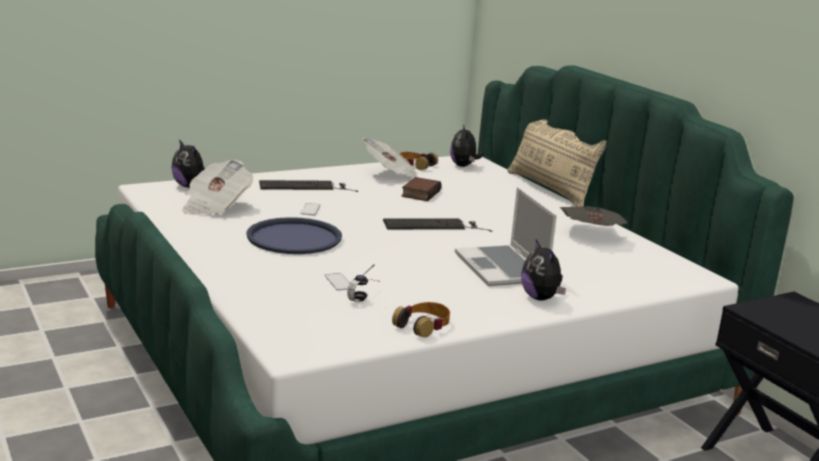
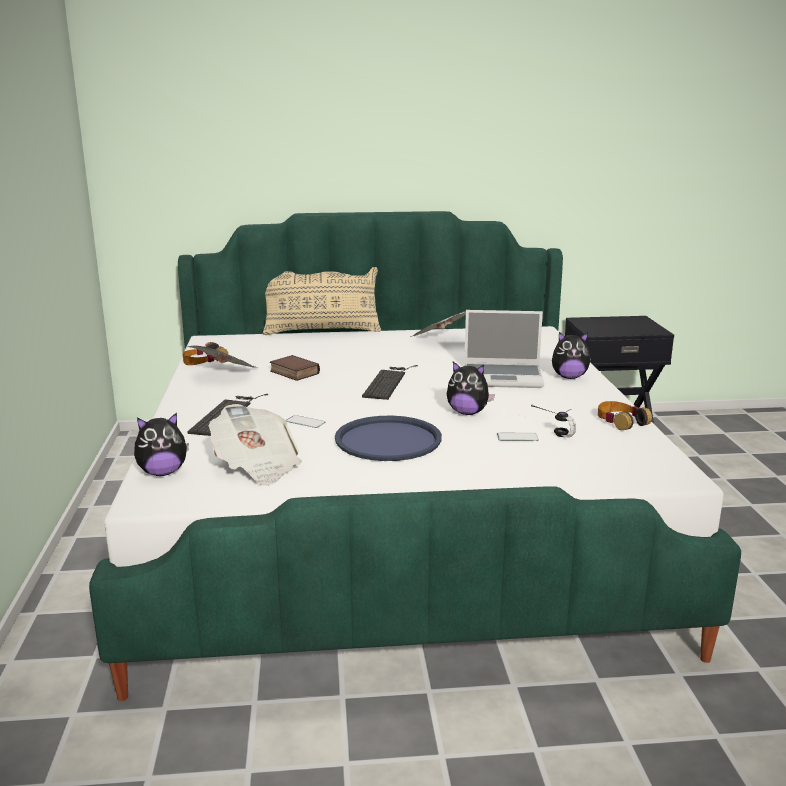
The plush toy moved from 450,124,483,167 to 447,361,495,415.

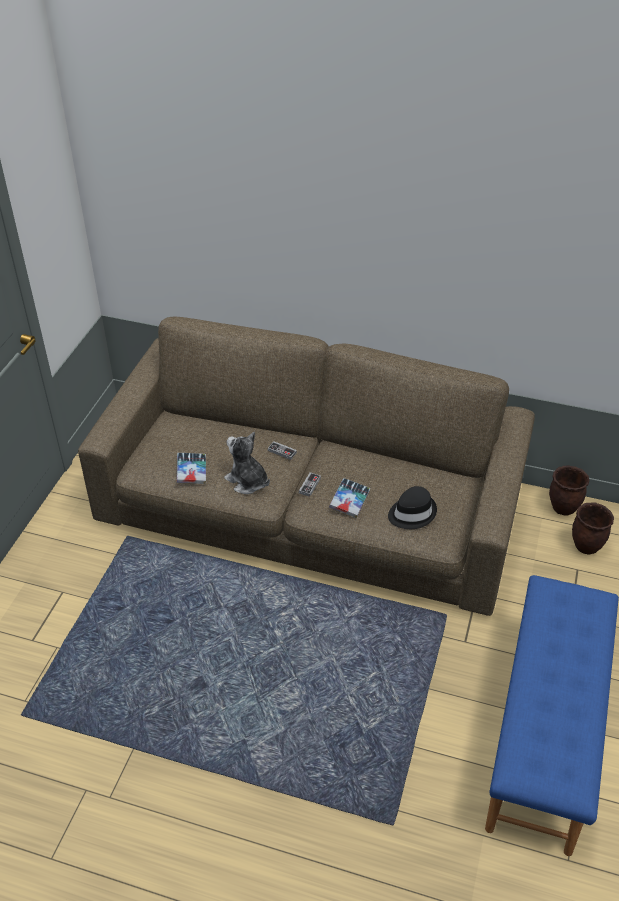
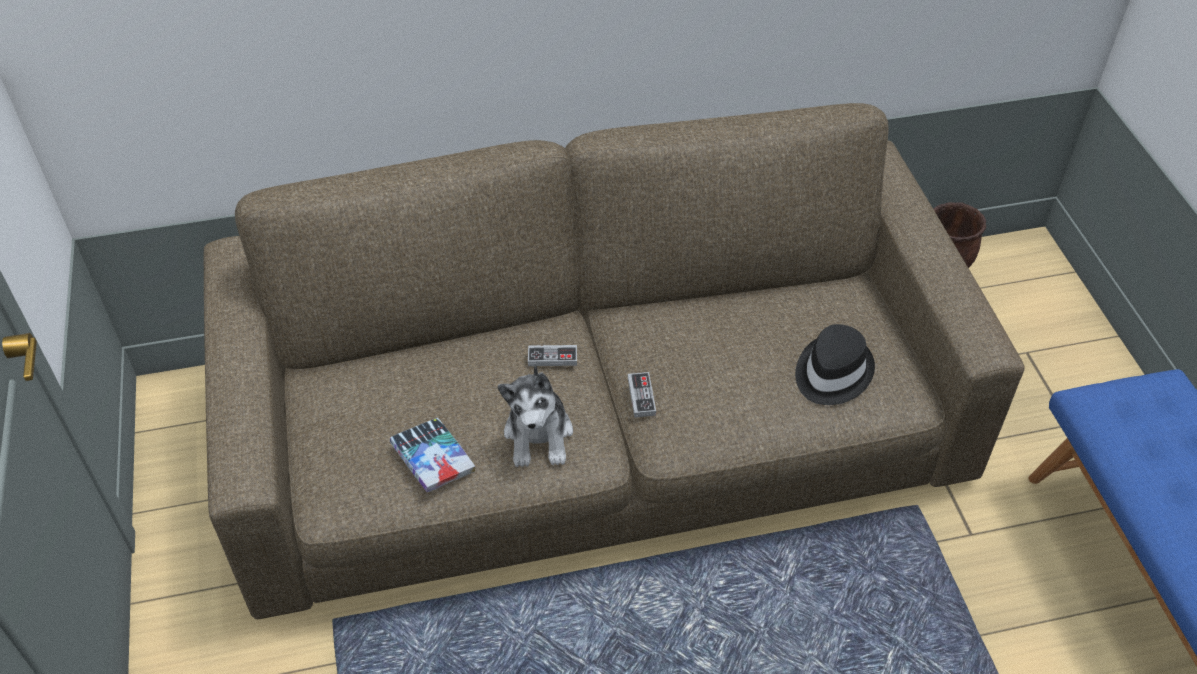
The plush toy at 224,432,270,494 turned 105 degrees counterclockwise.
The bound book at 329,478,370,518 disappeared.
The brownish flower pot at 572,502,614,555 disappeared.

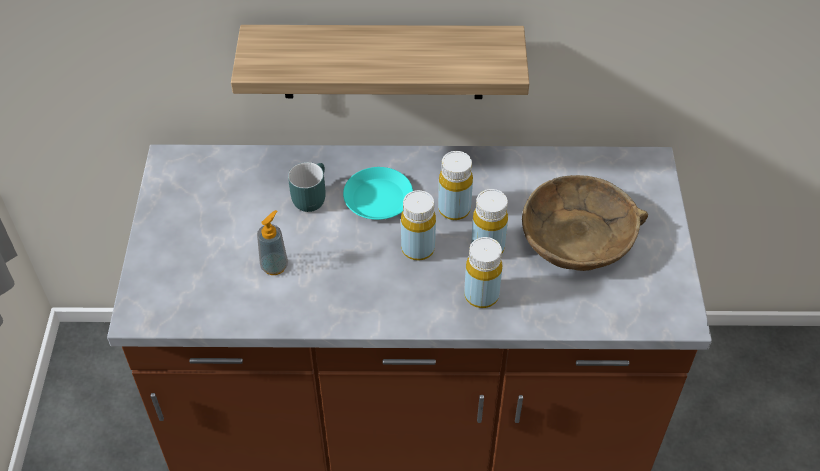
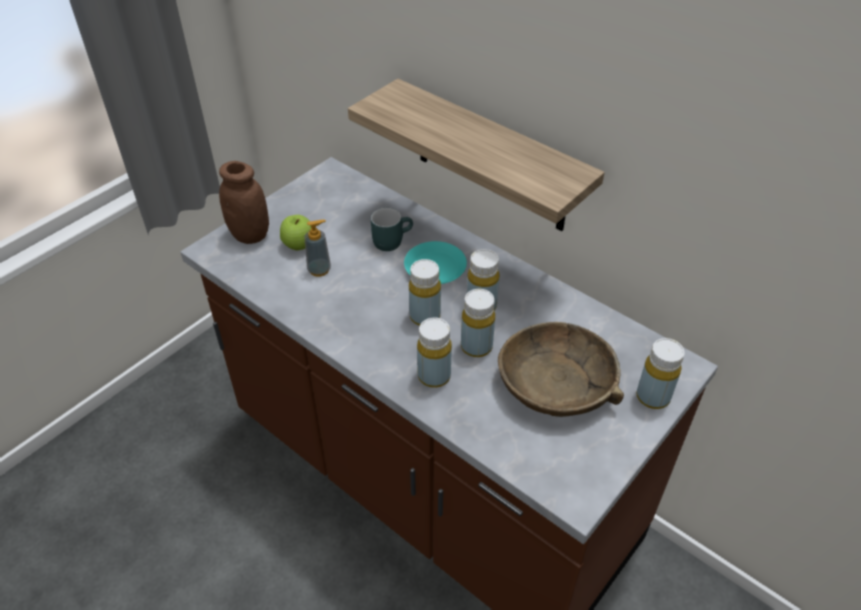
The brownish jar at 219,161,269,244 appeared.
The apple fruit at 280,215,311,250 appeared.
The yellowish beverage bottle at 636,338,685,409 appeared.

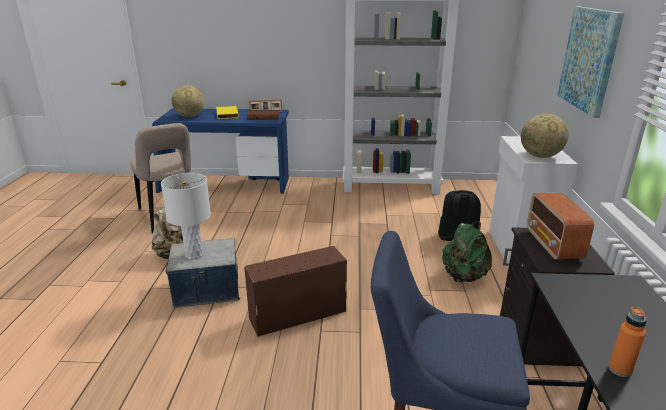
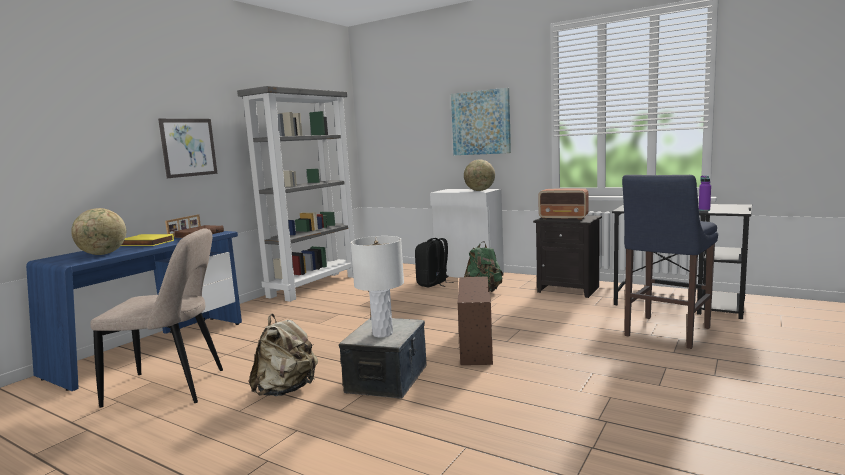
The orange beverage bottle at 608,307,647,377 became the purple-coloured beverage bottle at 699,176,711,211.
The picture at 158,119,218,178 appeared.

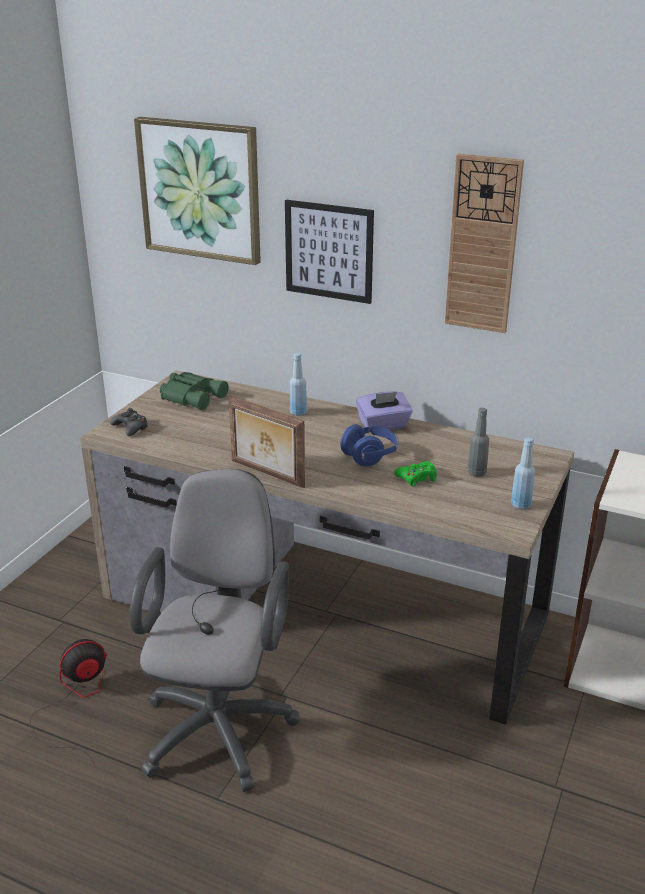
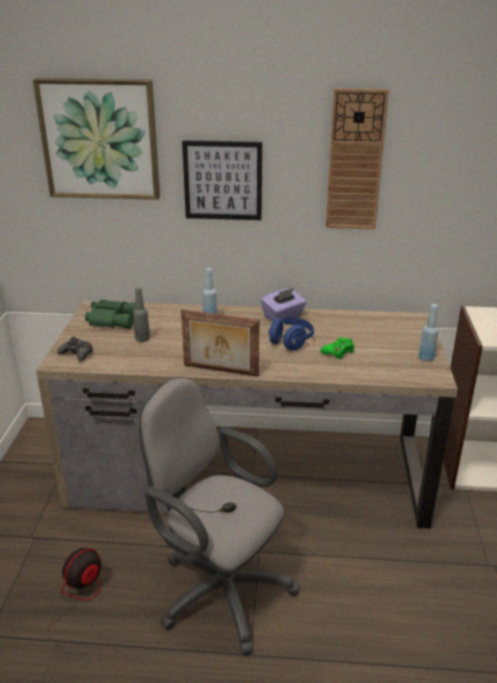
The grey beverage bottle moved from 467,408,489,477 to 133,287,150,342.
The grey computer chair at 130,469,300,792 turned 45 degrees counterclockwise.

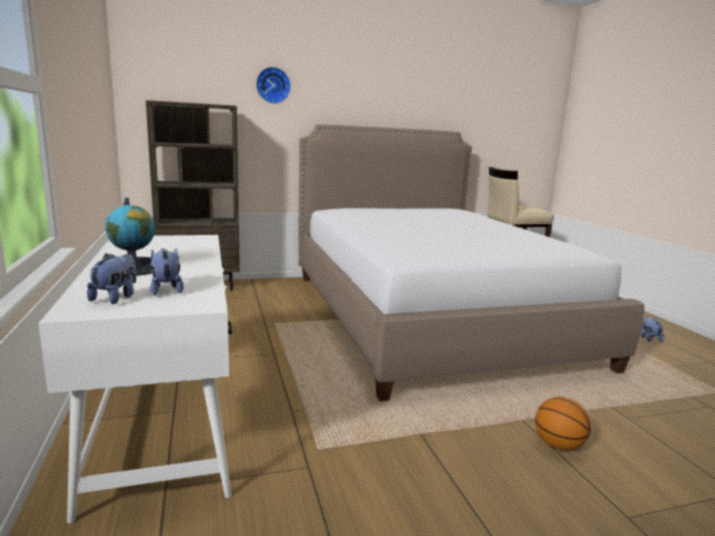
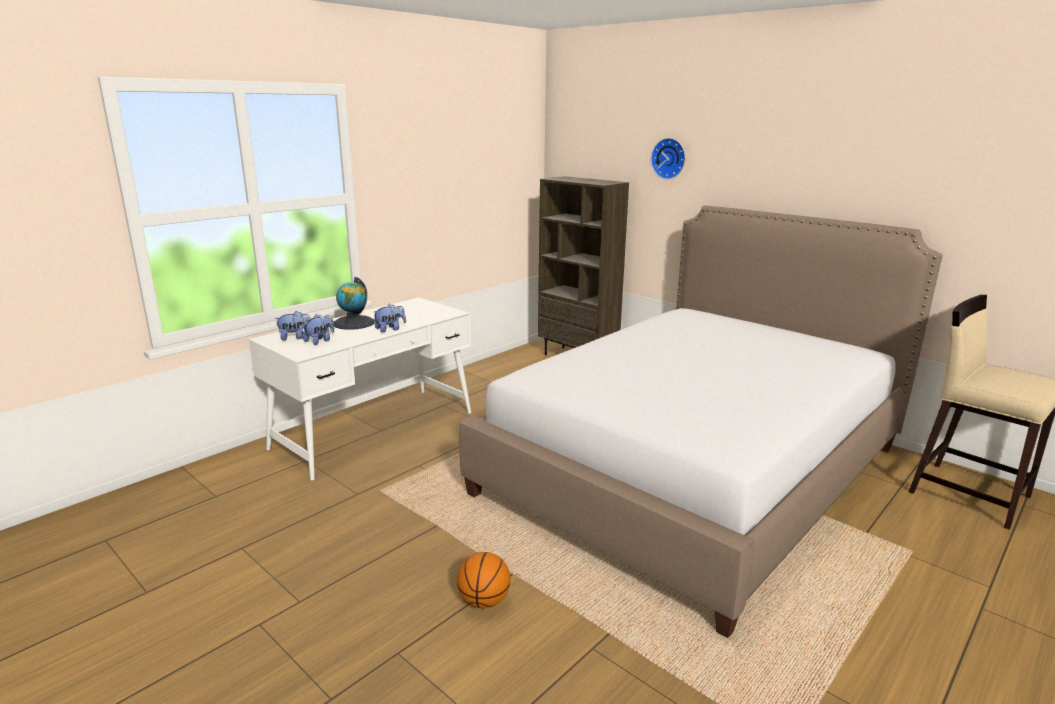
The plush toy moved from 641,317,664,342 to 374,304,406,332.

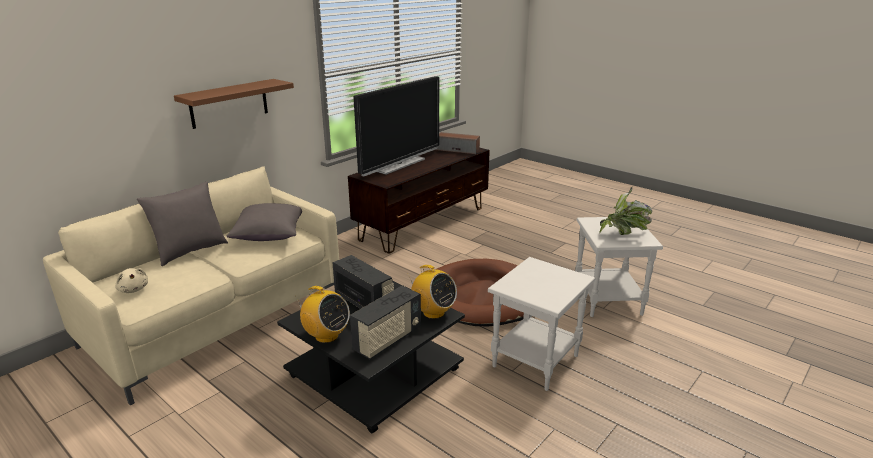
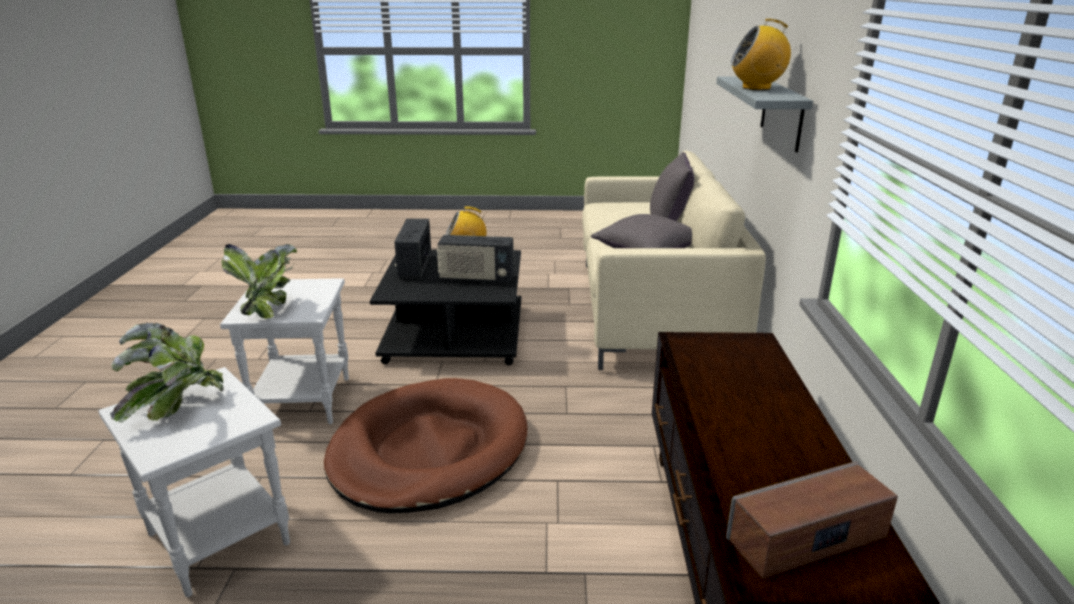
The TV set at 354,76,439,176 disappeared.
The brownish shelf at 174,79,294,129 became the grey shelf at 716,76,813,152.
The radio set moved from 408,265,457,319 to 731,19,791,90.
The beige-coloured plush toy at 115,268,148,293 disappeared.
The potted plant at 221,244,297,319 appeared.

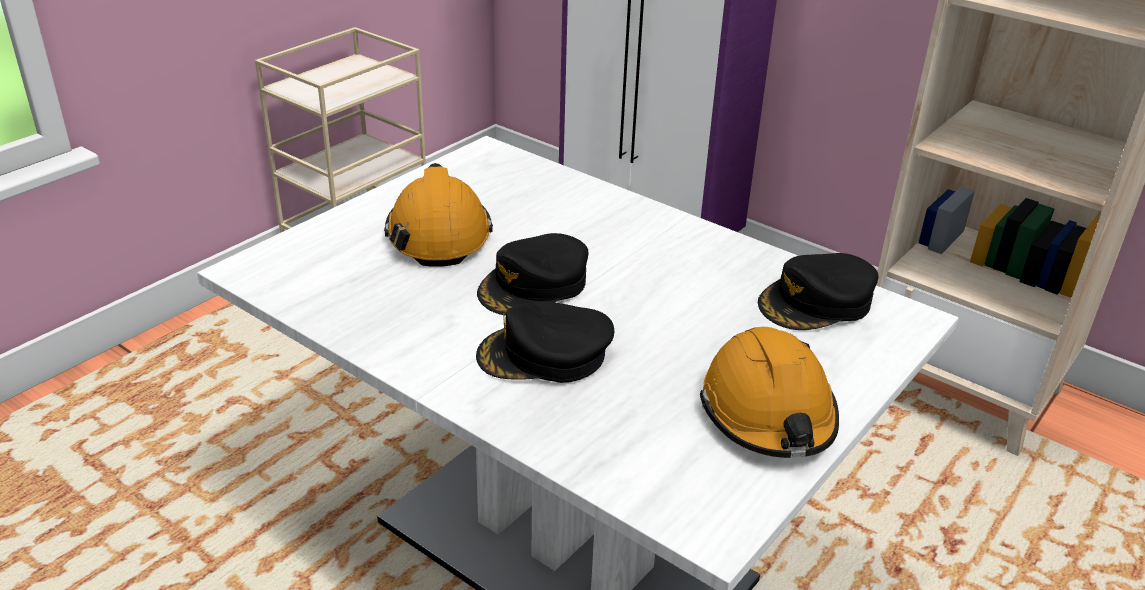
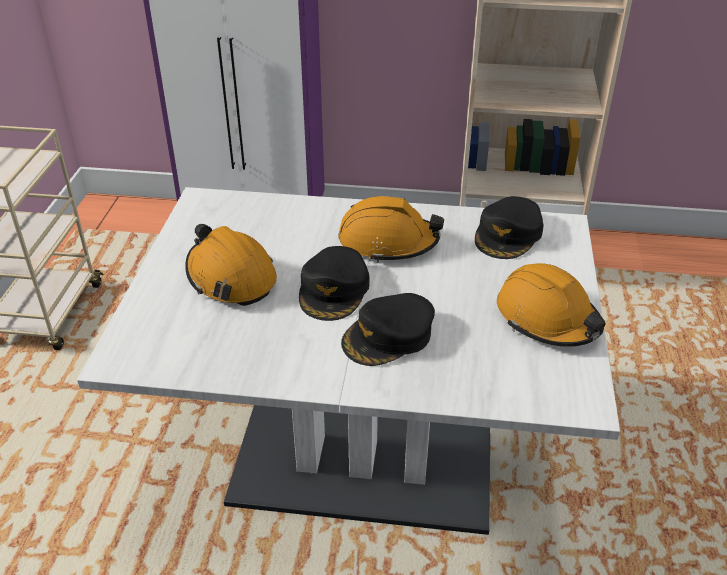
The orange hard hat at 338,196,444,263 appeared.

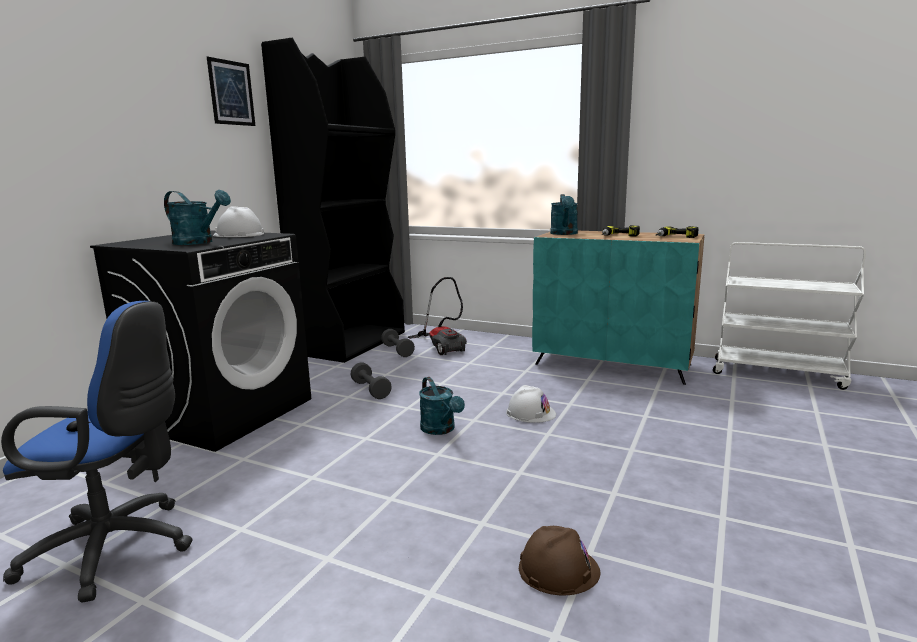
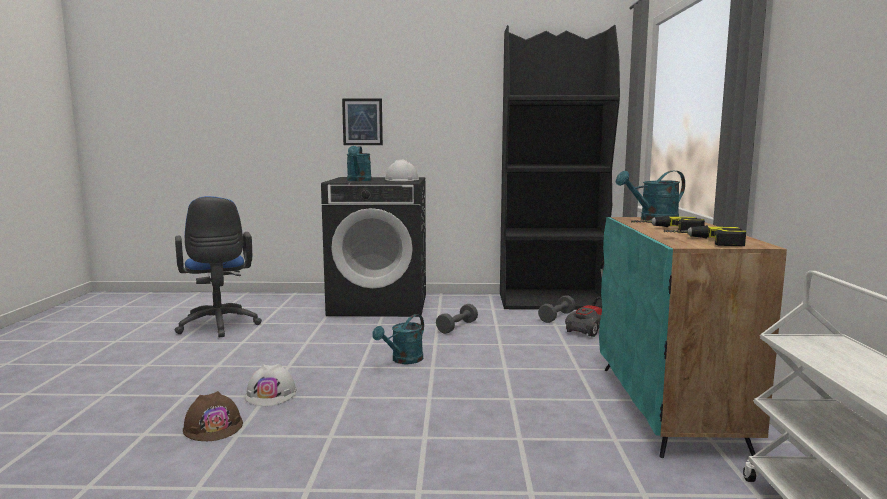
The picture moved from 207,57,255,126 to 342,99,383,145.
The white-coloured hard hat moved from 506,385,556,423 to 245,364,297,406.

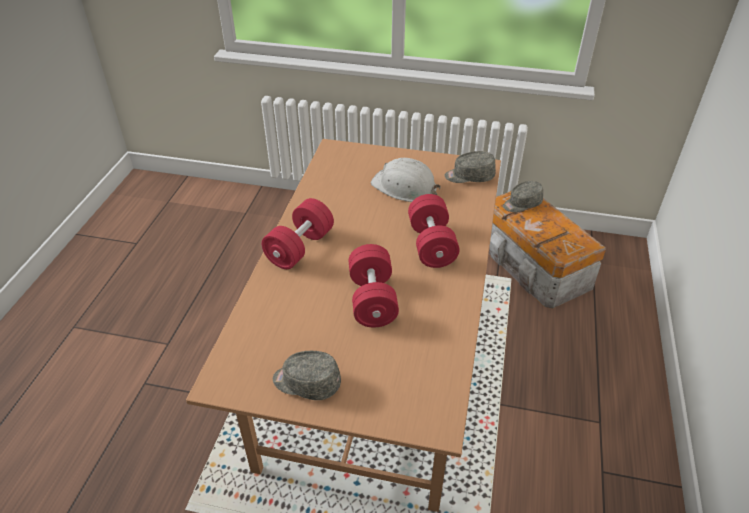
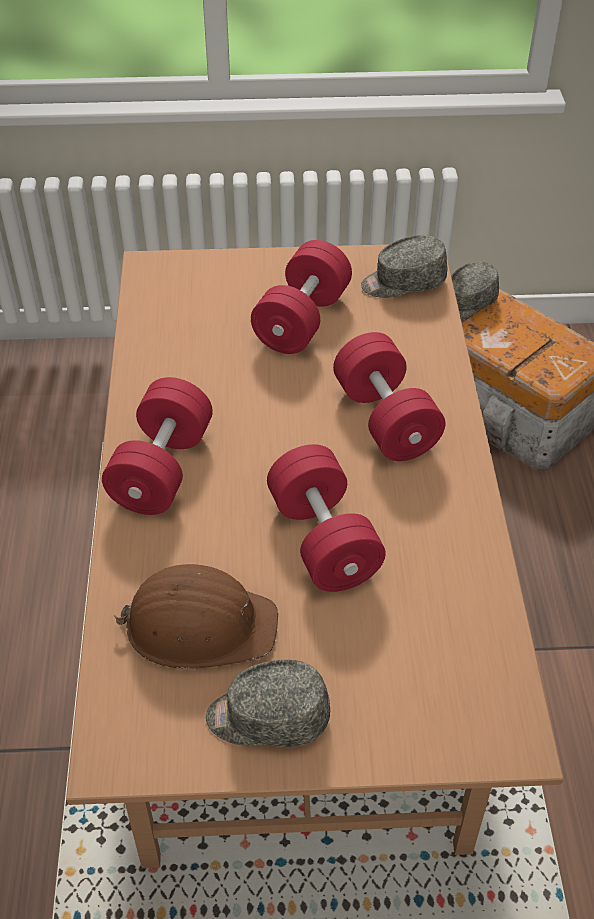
The white-coloured hard hat at 371,158,441,202 was replaced by the red-coloured free weight at 251,240,352,354.
The brownish hard hat at 114,564,278,669 appeared.

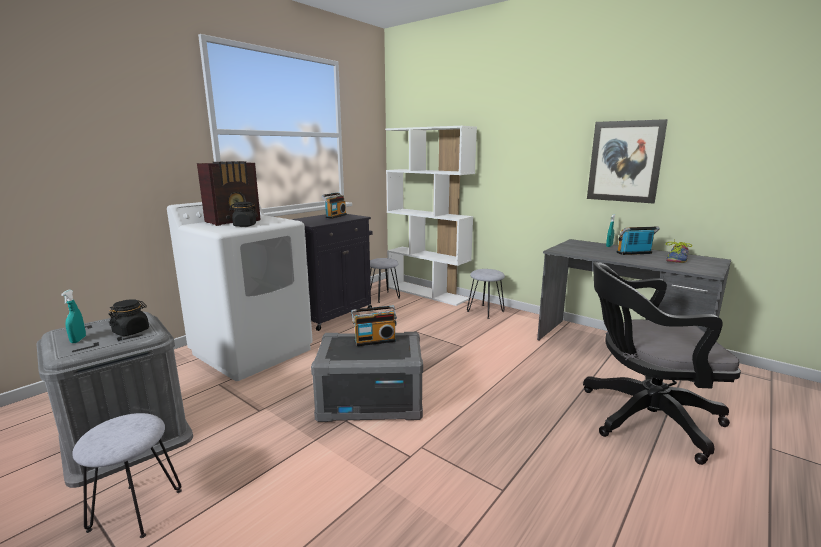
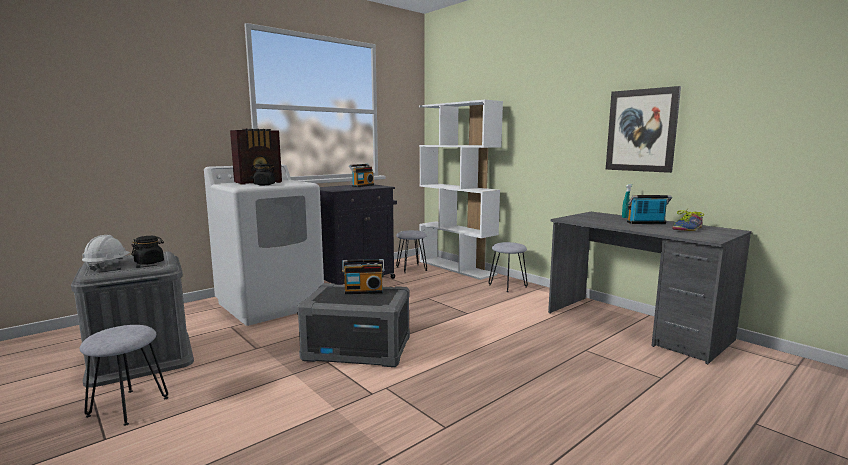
The blackish computer chair at 583,262,741,465 disappeared.
The blue-green sprayer at 61,290,86,343 was replaced by the white-coloured hard hat at 82,235,130,271.

